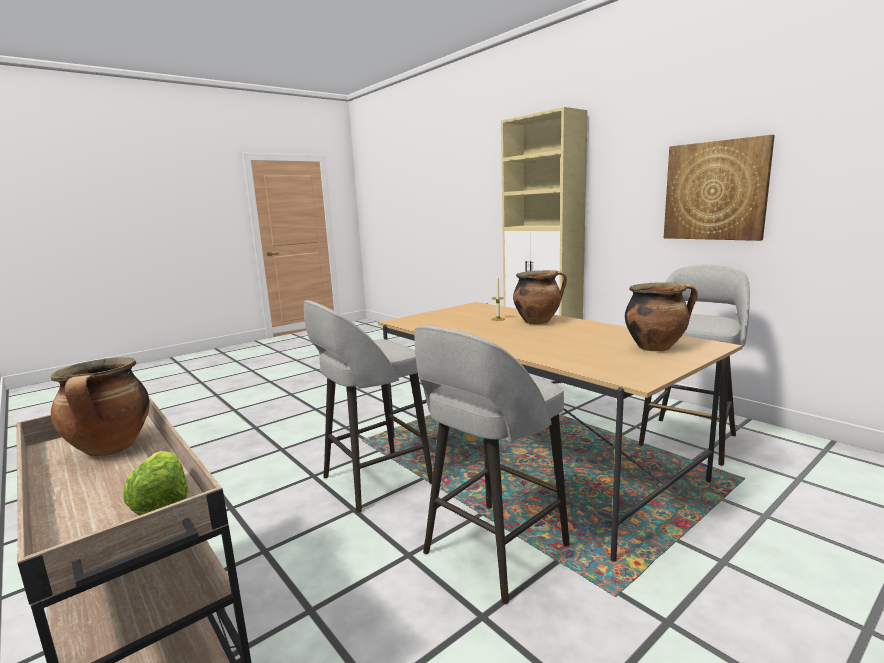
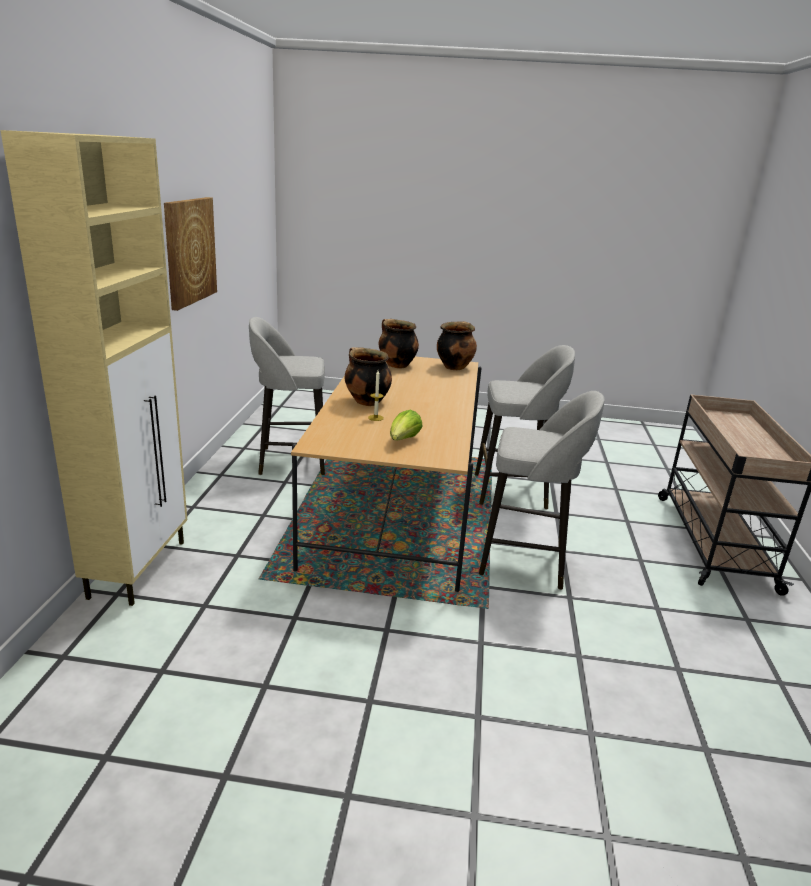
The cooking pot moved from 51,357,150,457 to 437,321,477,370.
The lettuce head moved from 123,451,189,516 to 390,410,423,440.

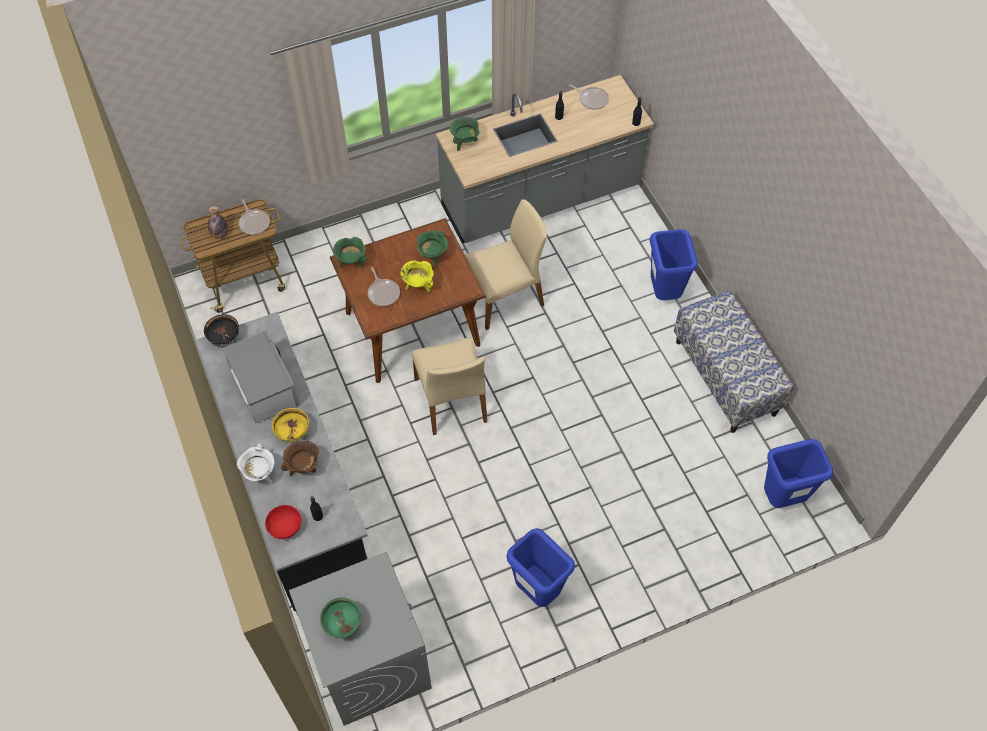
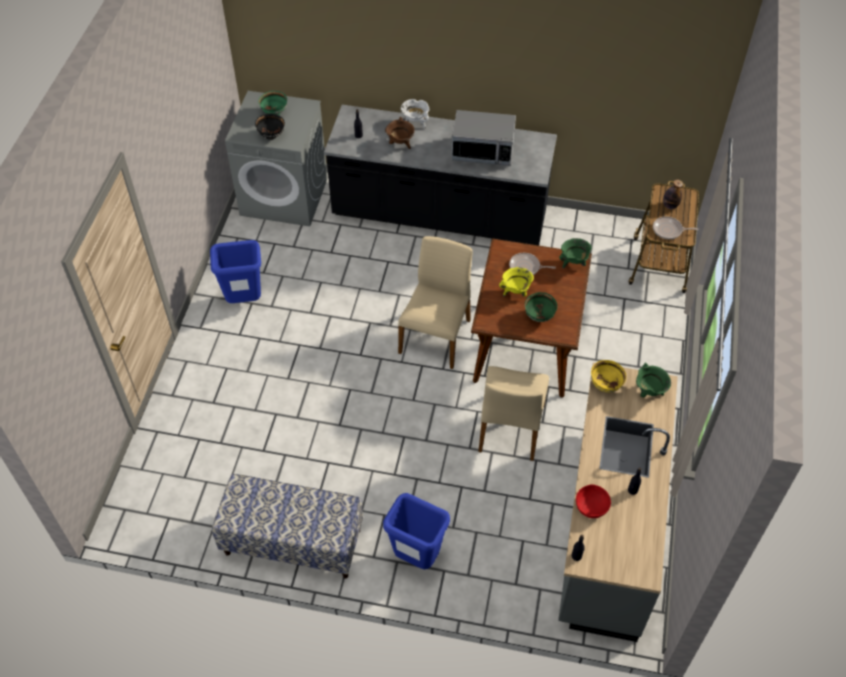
The pan at 569,84,609,110 disappeared.
The green-coloured cooking pot at 417,230,448,266 was replaced by the green-coloured bowl at 525,292,557,322.
The blackish bowl moved from 204,314,239,347 to 255,114,285,140.
The beige-coloured chair at 412,338,487,435 turned 90 degrees clockwise.
The yellowish bowl moved from 272,408,309,443 to 591,360,626,392.
The blue-coloured waste bin at 764,439,833,508 disappeared.
The red-coloured bowl moved from 265,505,302,539 to 576,484,611,518.

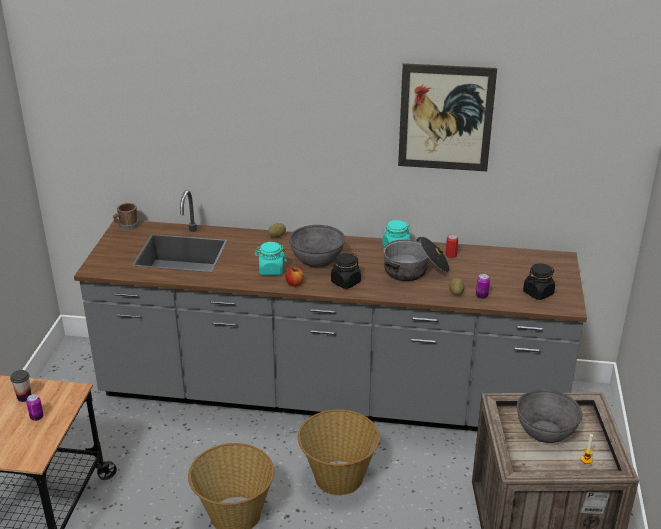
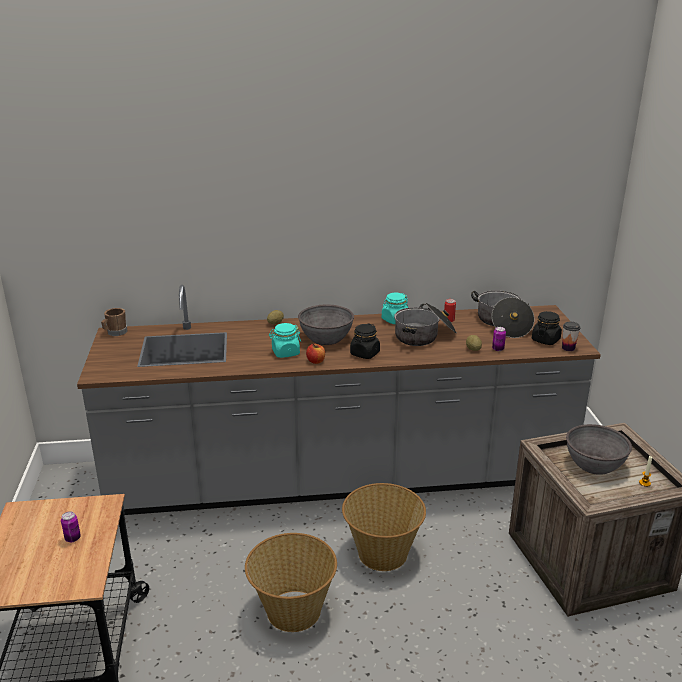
The picture at 398,63,497,171 disappeared.
The drinking cup moved from 10,370,31,402 to 562,322,581,351.
The cooking pot at 471,290,534,338 appeared.

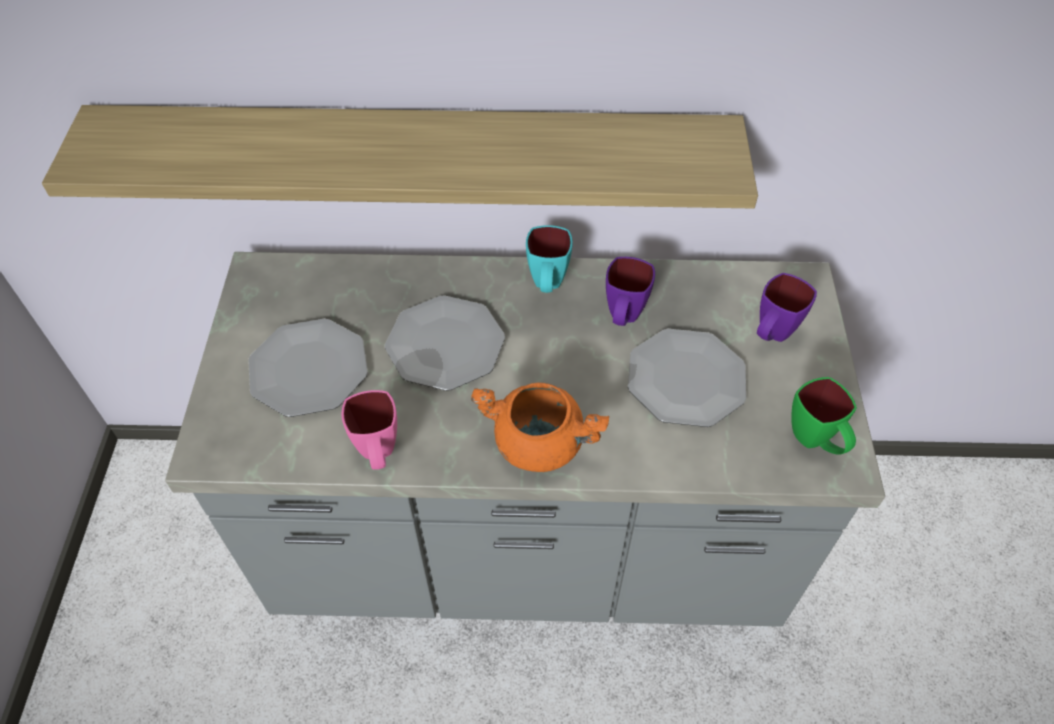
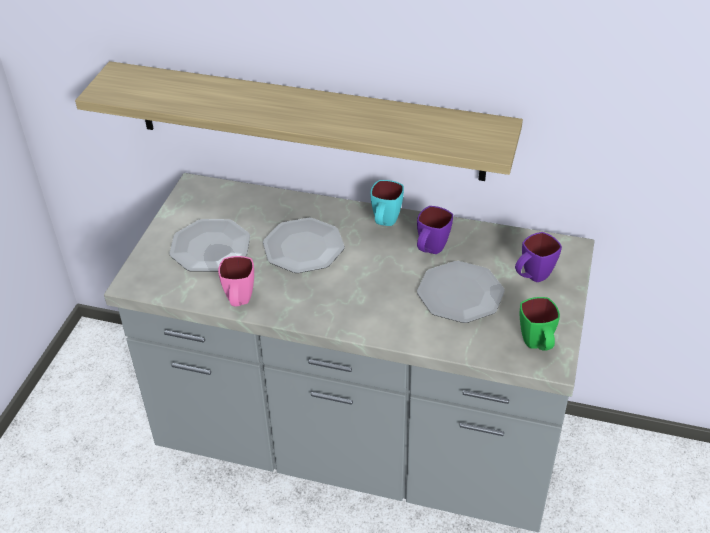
The orange cooking pot at 471,382,609,472 disappeared.

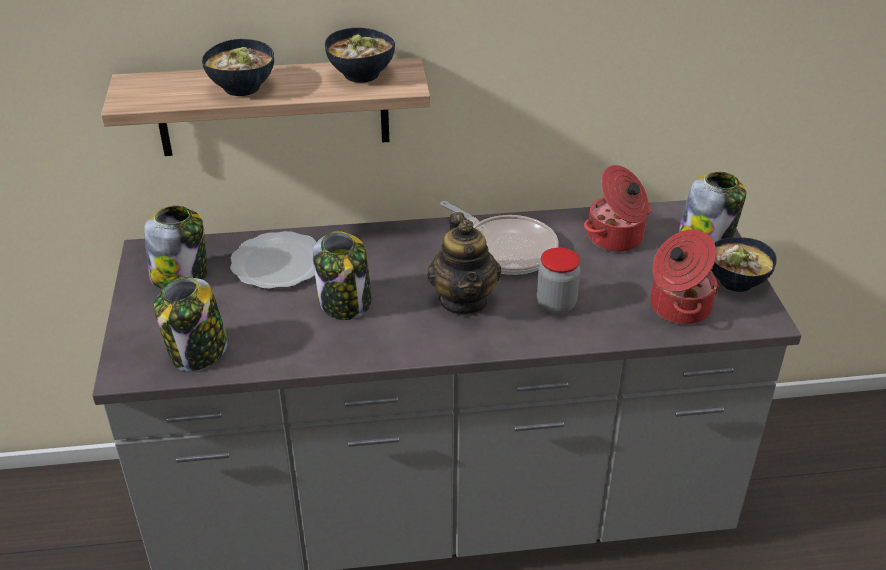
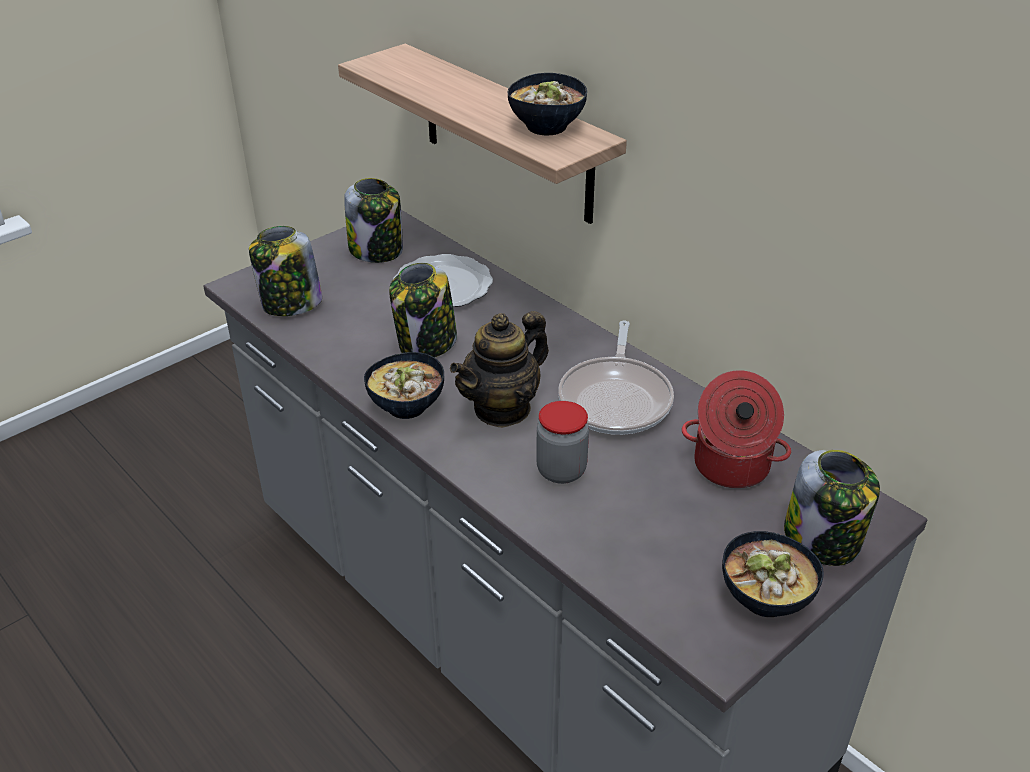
The bowl moved from 202,39,274,96 to 364,352,444,419.
The cooking pot at 650,229,719,325 disappeared.

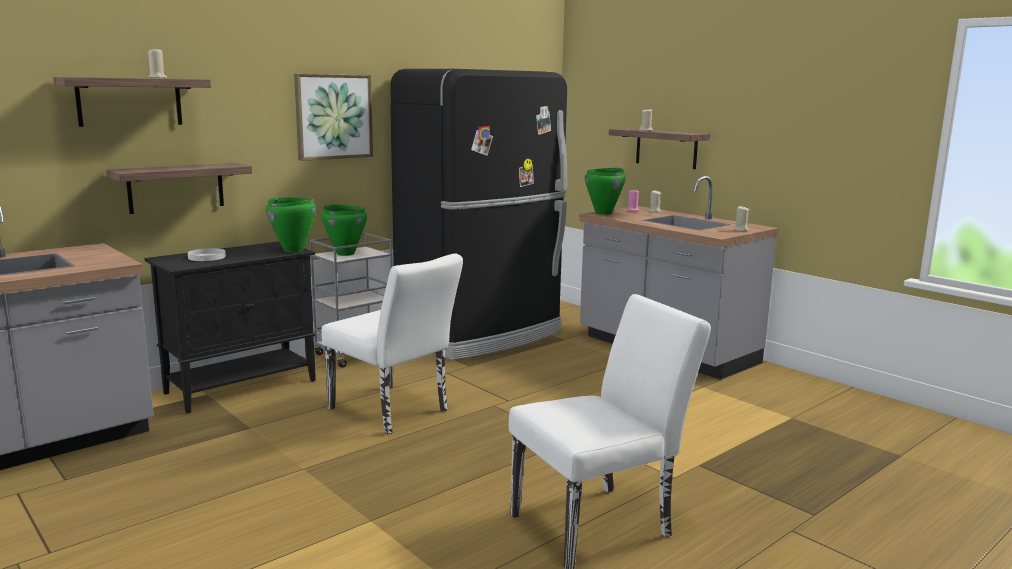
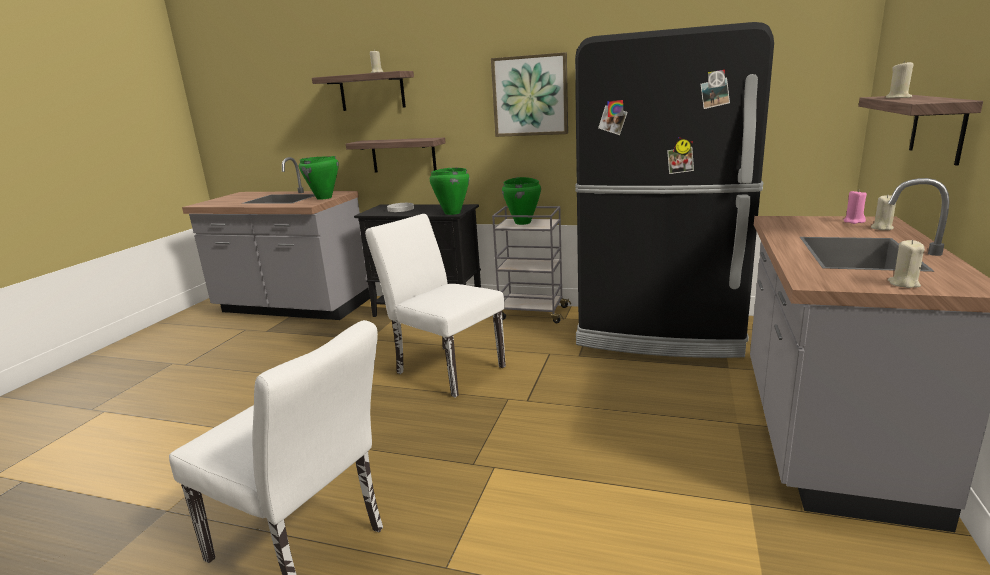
The green-coloured cooking pot moved from 585,168,626,215 to 299,156,339,200.
The white-coloured chair at 321,253,463,435 turned 120 degrees clockwise.

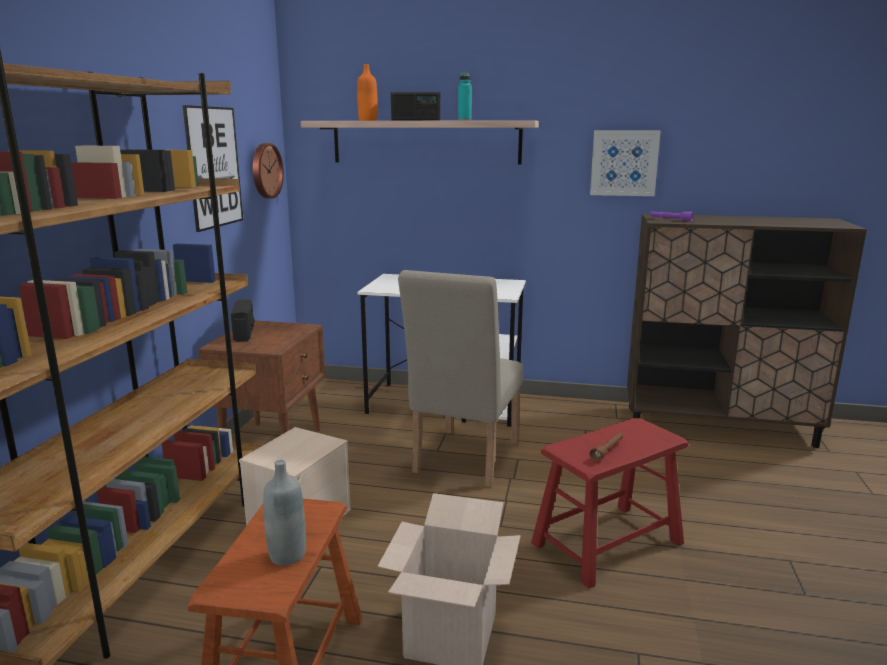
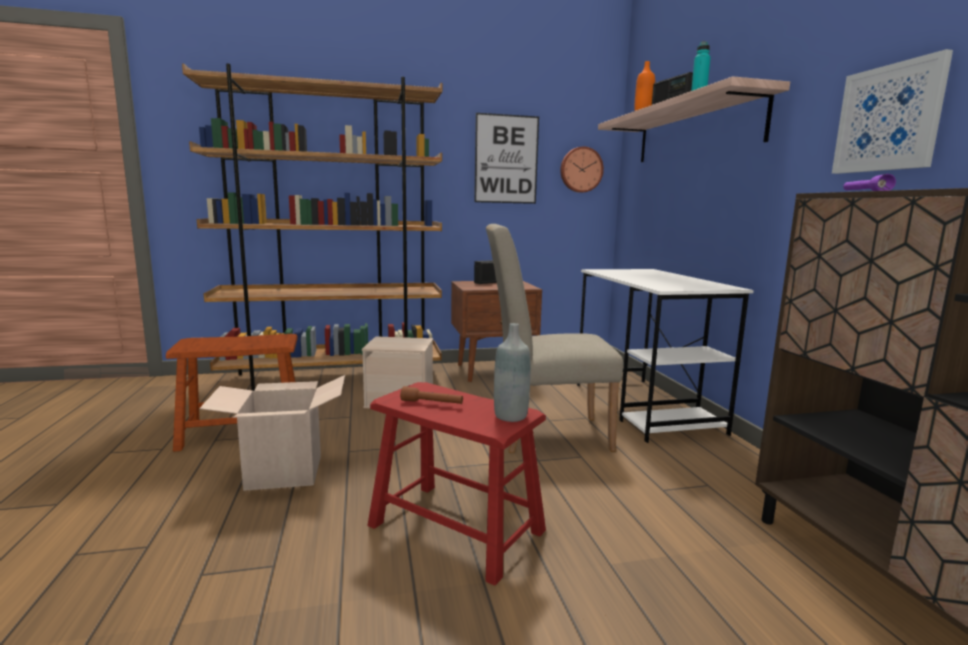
The grey beverage bottle moved from 263,460,306,566 to 494,323,530,422.

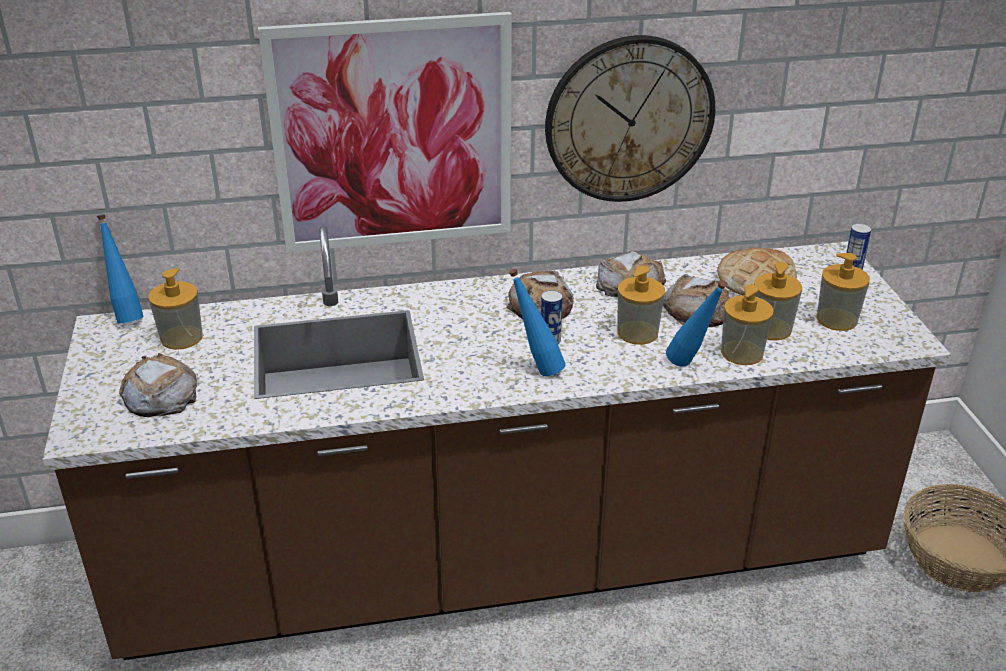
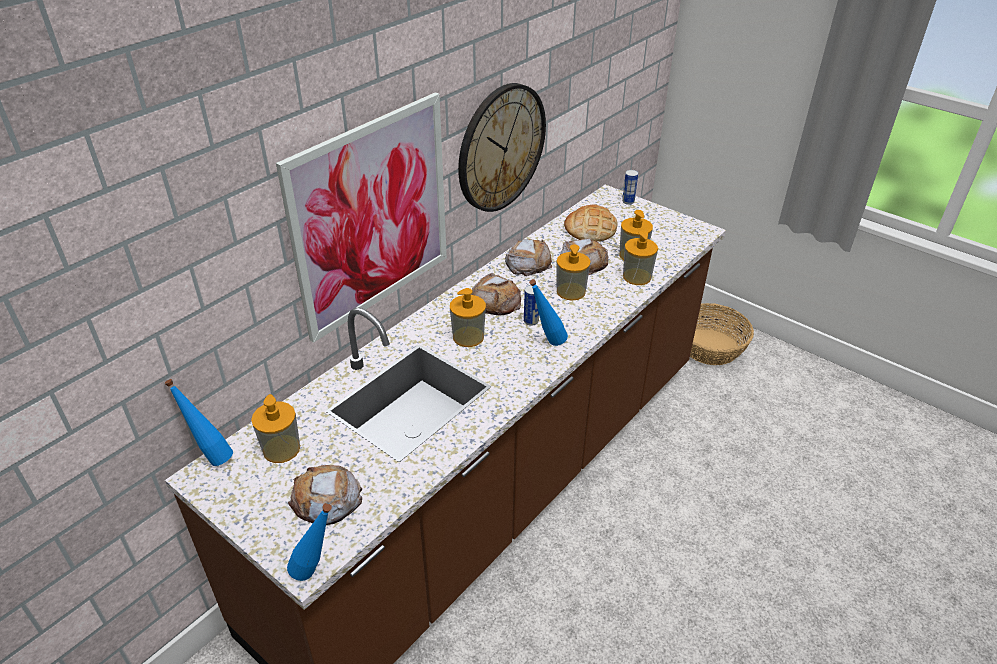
The soap bottle moved from 817,253,870,331 to 450,288,486,347.
The blue-coloured beverage bottle moved from 666,280,727,367 to 287,503,332,581.

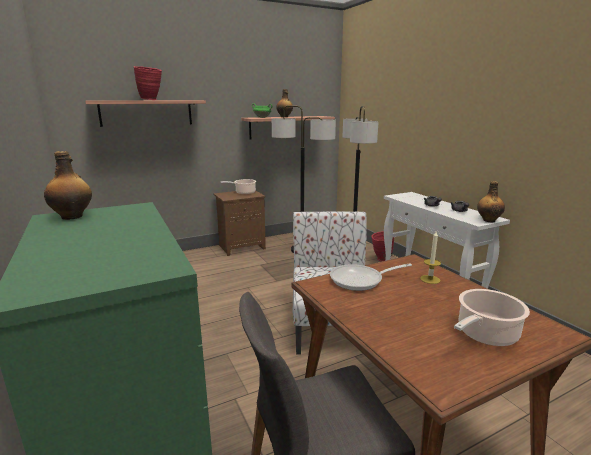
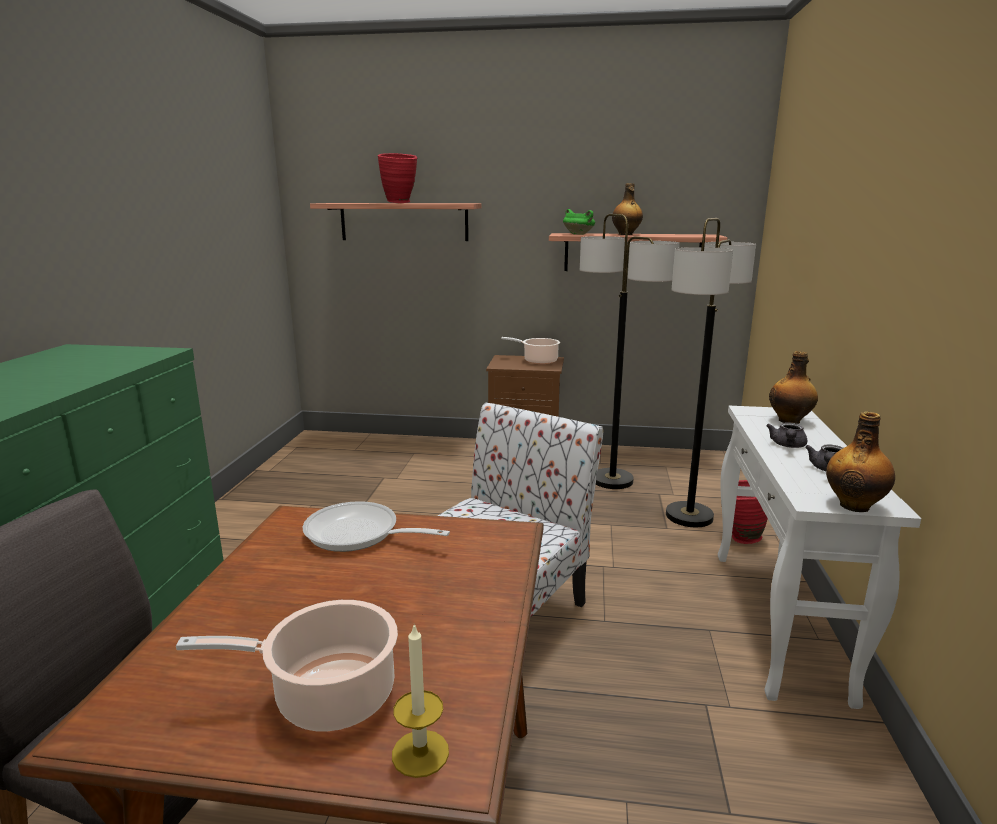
The beverage bottle moved from 44,151,92,220 to 769,351,818,424.
The candle moved from 420,231,441,284 to 392,624,449,778.

